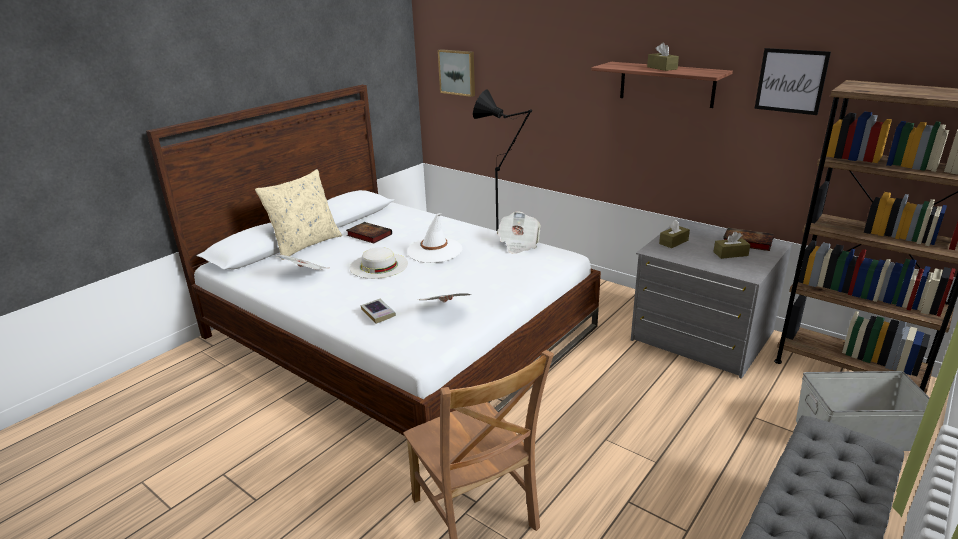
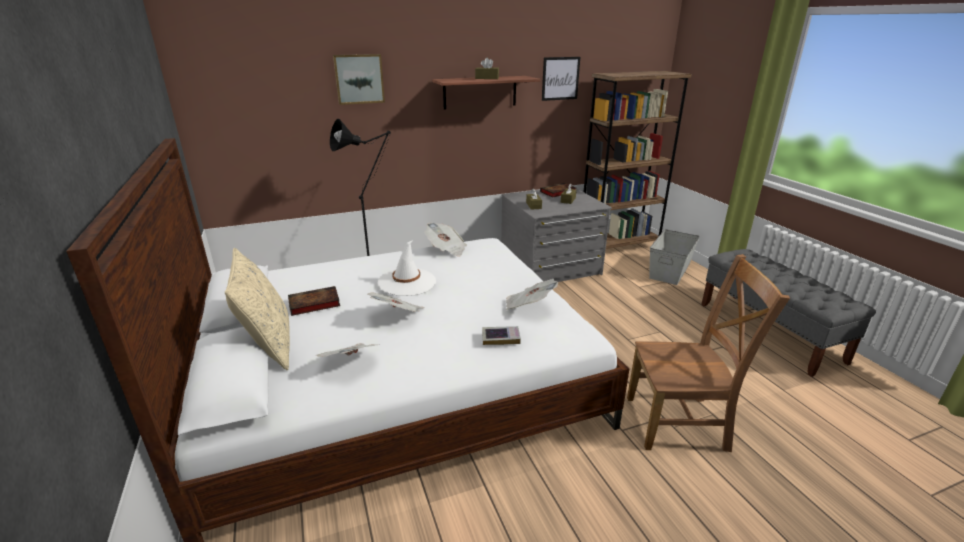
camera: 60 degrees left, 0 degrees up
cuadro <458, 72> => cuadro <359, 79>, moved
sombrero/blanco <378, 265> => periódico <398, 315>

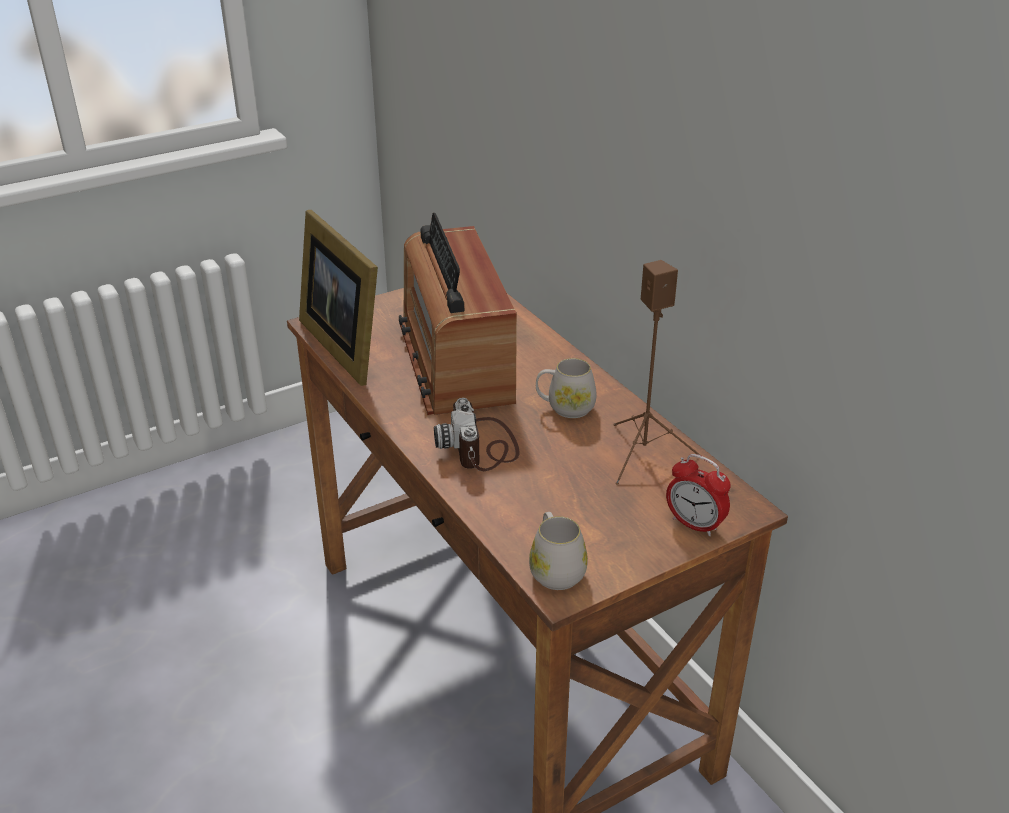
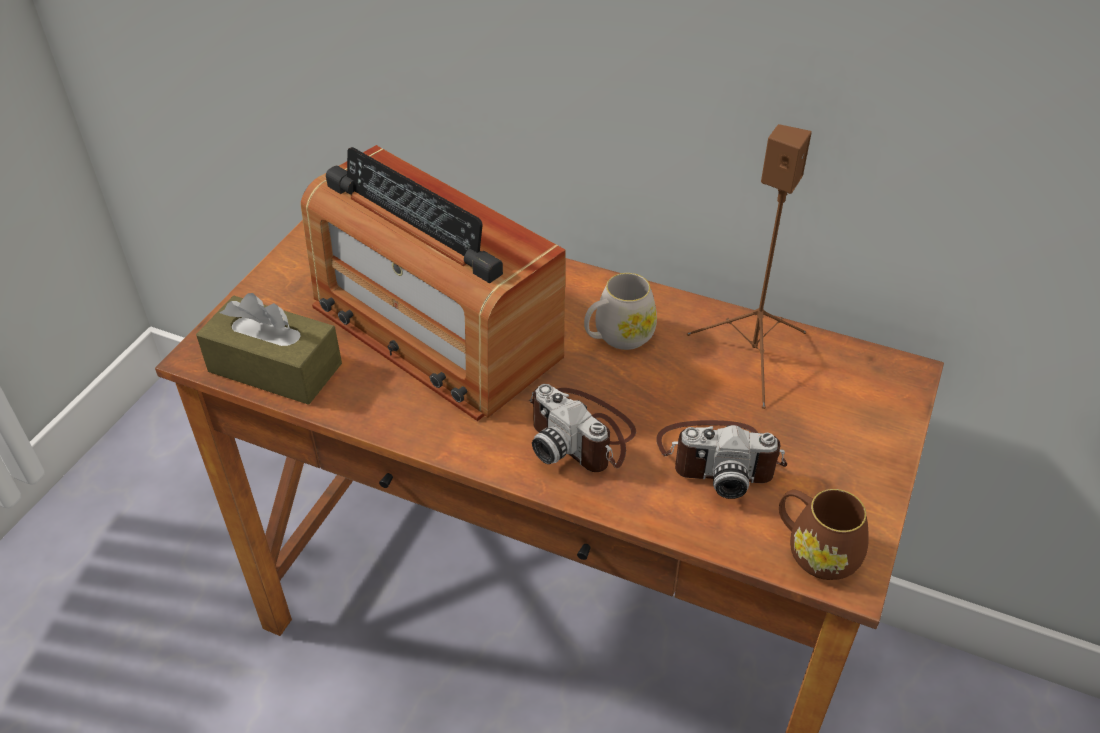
camera: 35 degrees left, 10 degrees up
despertador <694, 524> => nothing
nothing => cámara <719, 458>
portarretratos <346, 344> => caja de pañuelos/marrón <275, 367>
taza grande/blanco <555, 569> => taza grande/marrón <815, 551>

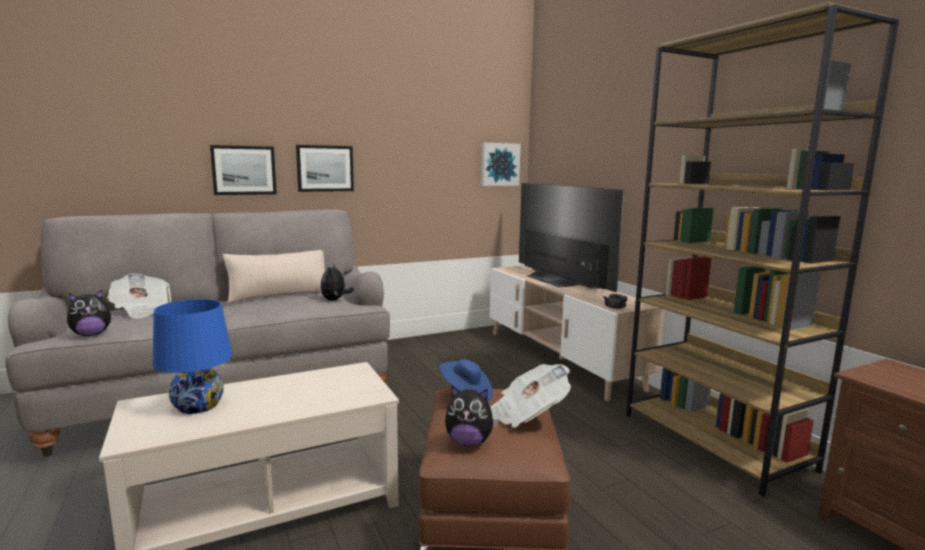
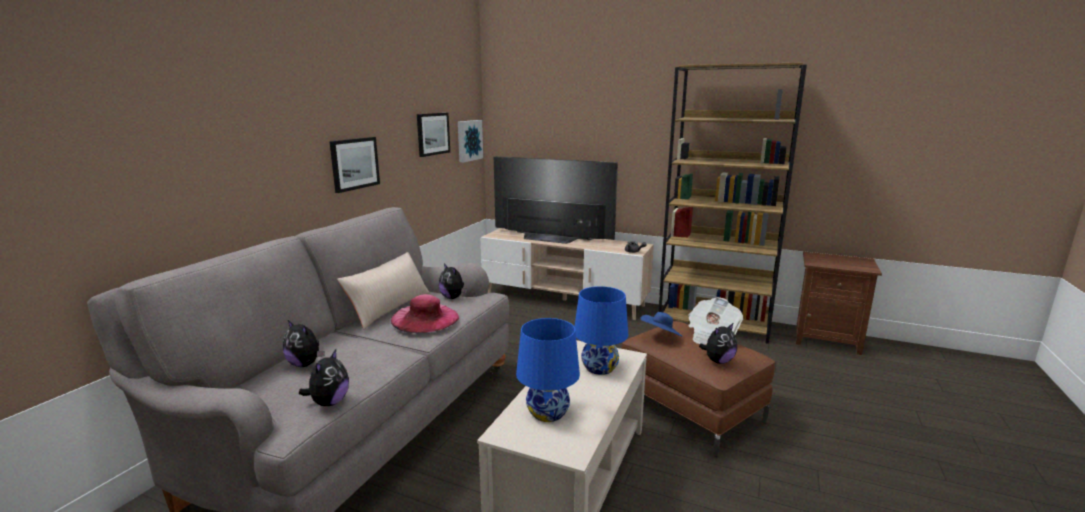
camera: 40 degrees left, 5 degrees up
nothing => sombrero/rosa <425, 318>
nothing => lámpara de mesa/azul <599, 368>
cuadro <244, 170> => cuadro <432, 134>, moved
periódico <142, 310> => peluche <305, 364>

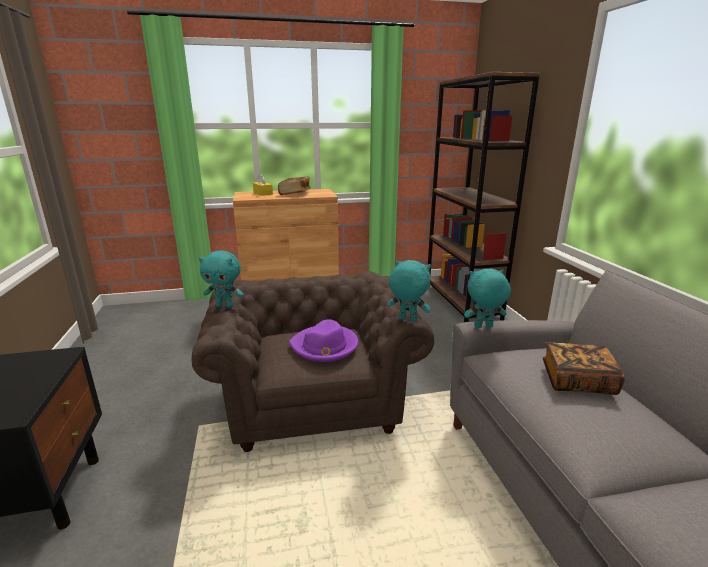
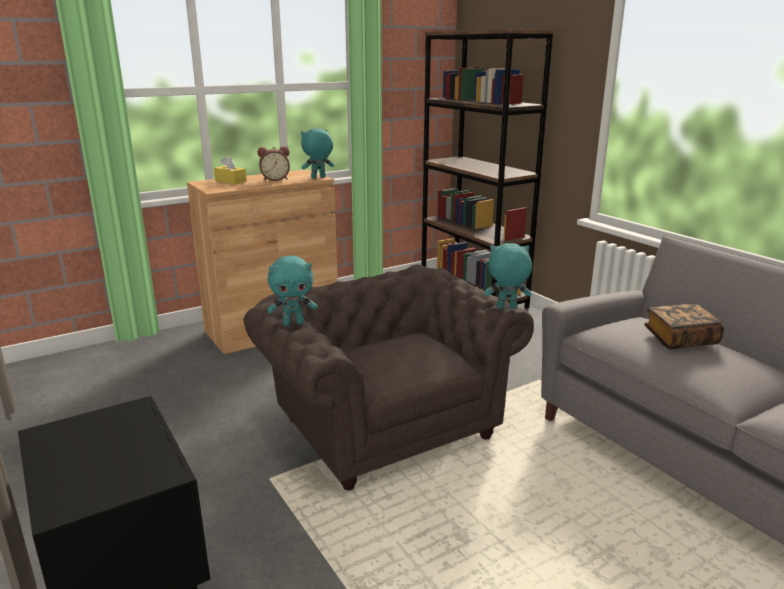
camera: 20 degrees left, 0 degrees up
sombrero/morado <325, 346> => nothing
peluche/turquesa <483, 327> => peluche/turquesa <318, 178>, moved
libro <295, 194> => despertador <275, 179>

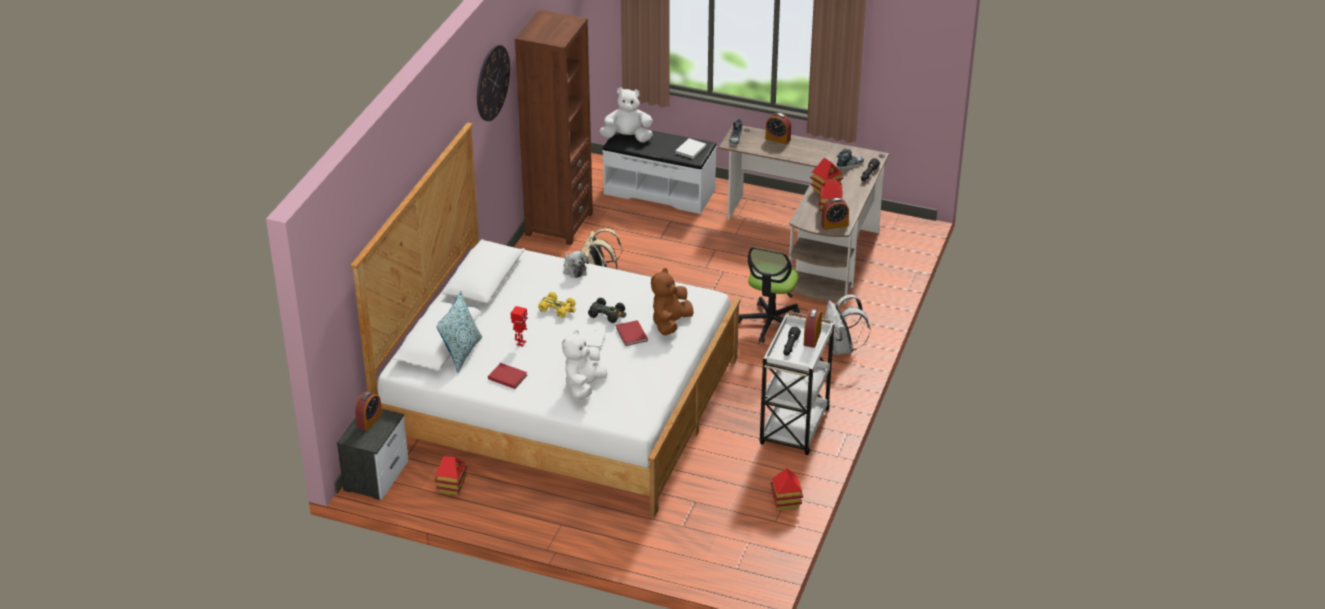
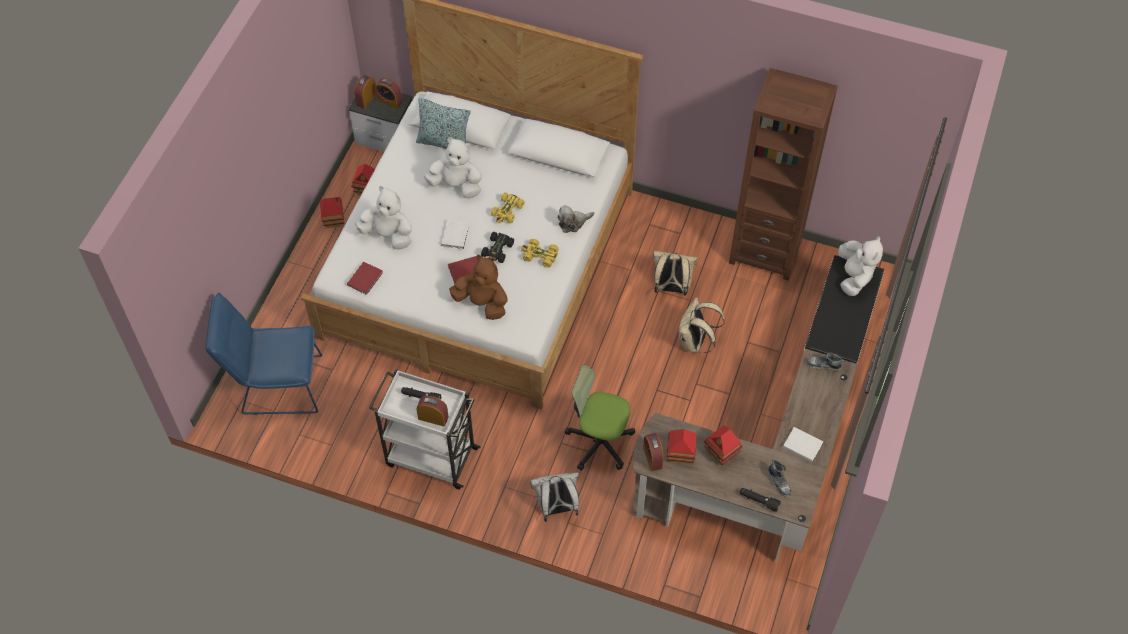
camera: 90 degrees right, 20 degrees up
reloj de pared <492, 82> => nothing
nothing => silla/azul <275, 385>
nothing => coche de juguete/amarillo <540, 255>
nothing => mochila/beis <695, 342>
libro/rojo <507, 376> => libro/rojo <366, 278>, moved
libro/blanco <690, 150> => libro/blanco <802, 444>, moved
despertador <778, 139> => despertador <366, 99>, moved
casita <786, 503> => casita <333, 220>, moved
robot de juguete <520, 343> => peluche/blanco <456, 185>

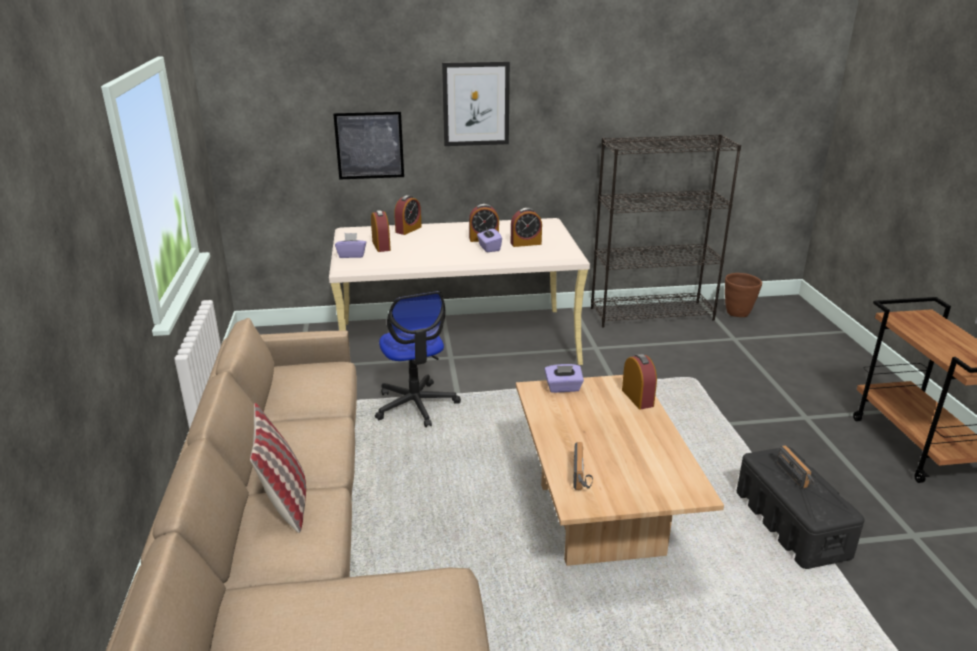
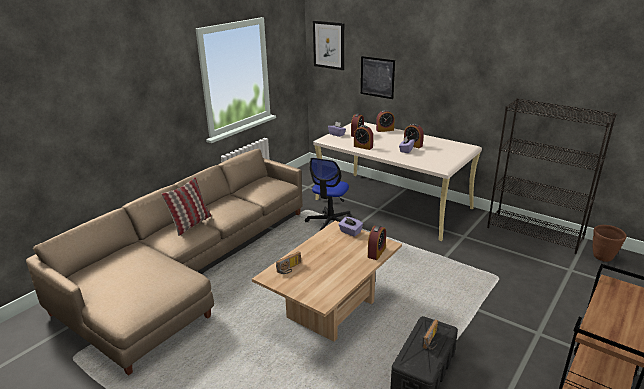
camera: 45 degrees right, 0 degrees up
cuadro <476, 104> => cuadro <329, 45>, moved
despertador <525, 243> => despertador <363, 147>, moved

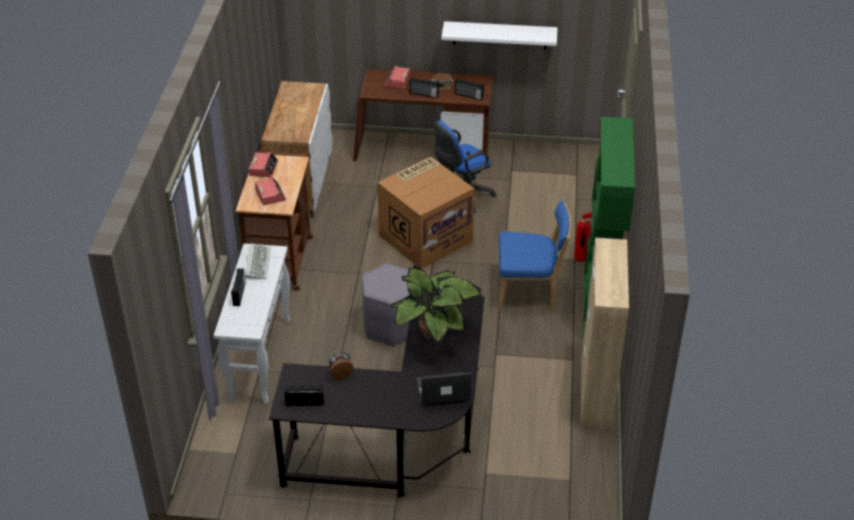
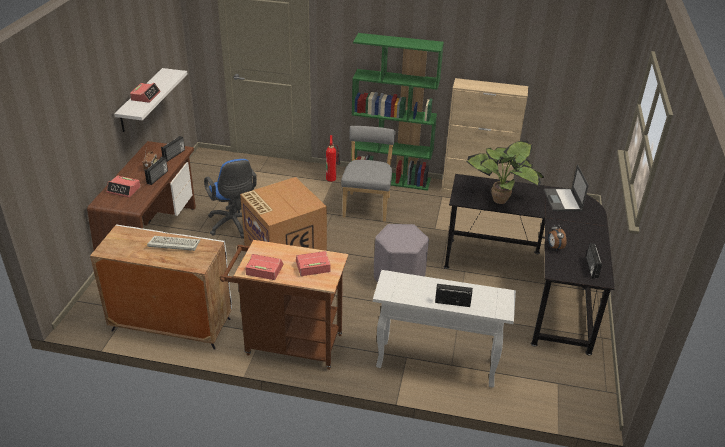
camera: 85 degrees left, 5 degrees down
nothing => despertador <145, 96>
teclado <257, 262> => teclado <172, 245>, moved
silla/azul <530, 293> => silla/gris <367, 205>

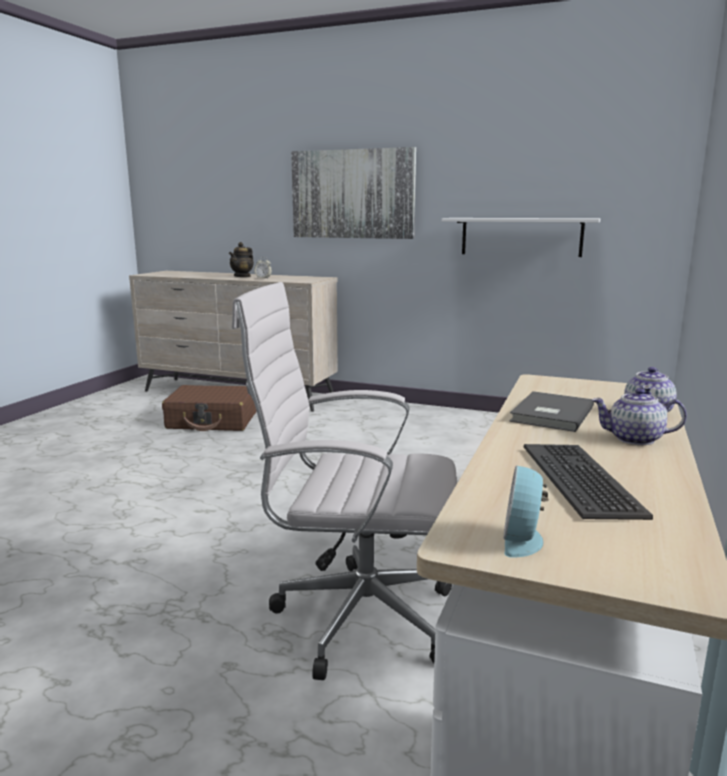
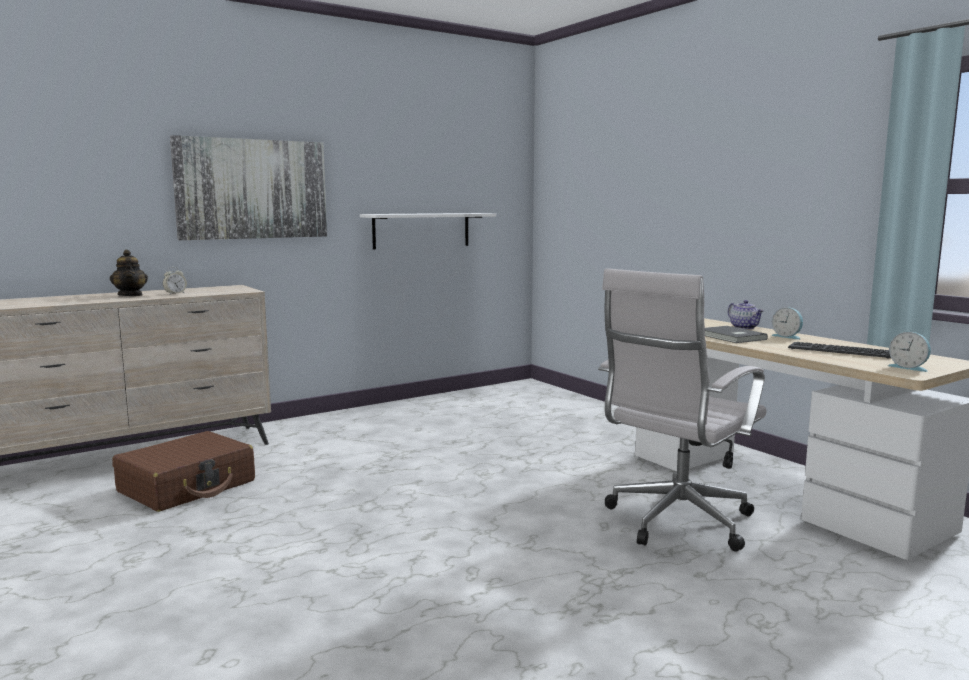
camera: 55 degrees left, 5 degrees down
tetera <634, 439> => despertador <787, 336>

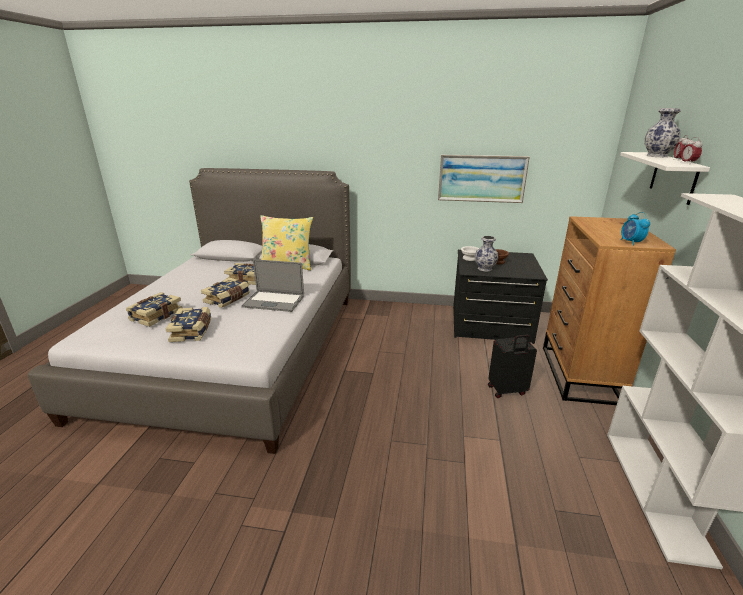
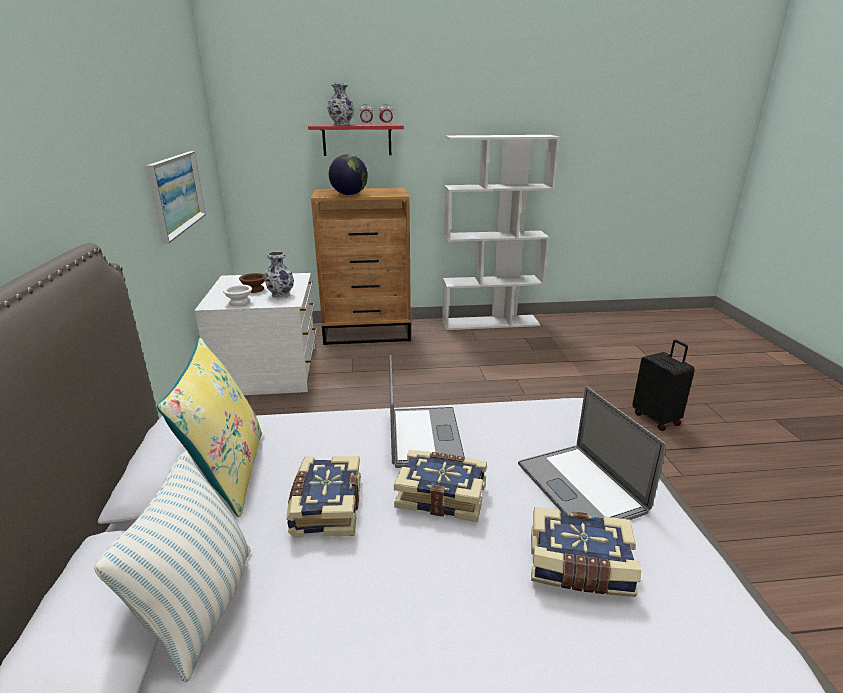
camera: 105 degrees left, 0 degrees up
despertador <631, 242> => nothing
nothing => cojín <201, 607>
nothing => globo terráqueo <349, 194>
maleta/negro <507, 391> => maleta/negro <656, 418>, moved
libro <192, 331> => portátil <580, 487>
cómoda/negro <490, 324> => cómoda/blanco <270, 370>
estante/blanco <673, 177> => estante/rojo <357, 140>

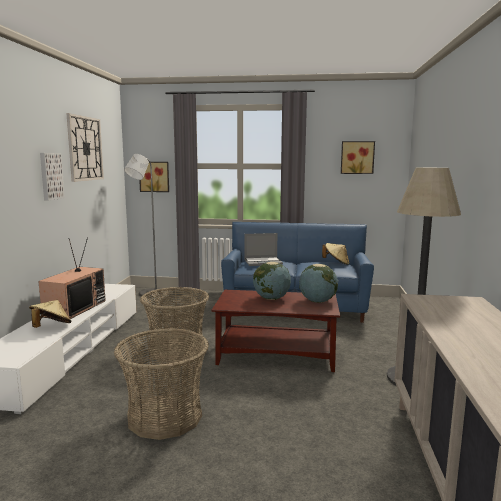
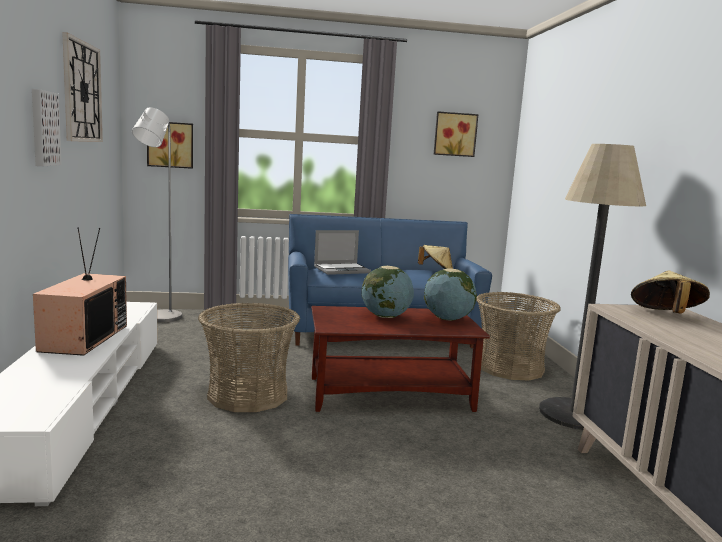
camera: 15 degrees left, 0 degrees up
sombrero/beis <51, 327> => sombrero/beis <665, 316>, moved
cesta <165, 416> => cesta <510, 367>, moved

